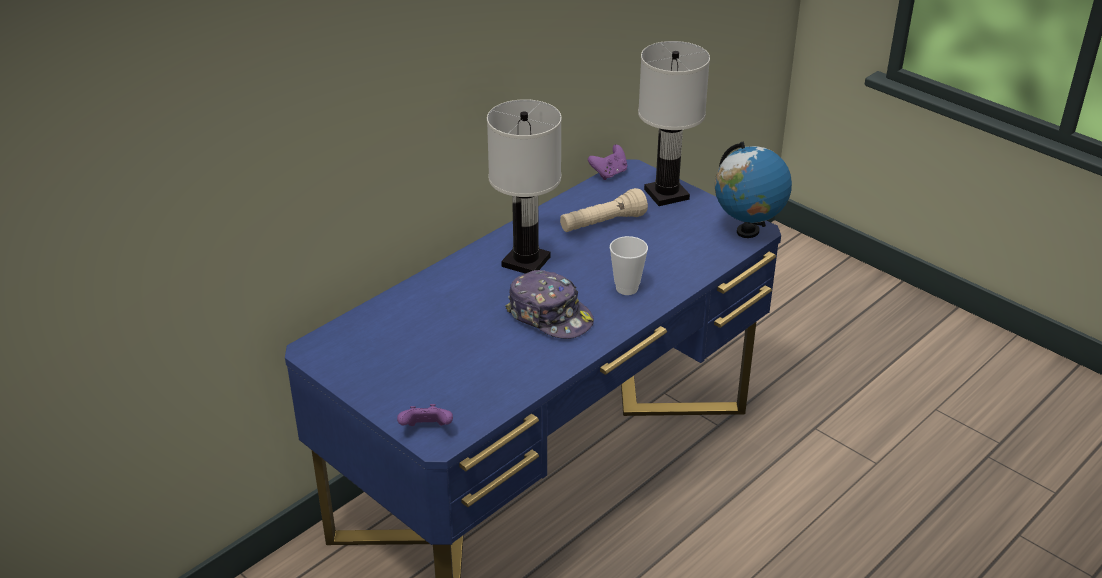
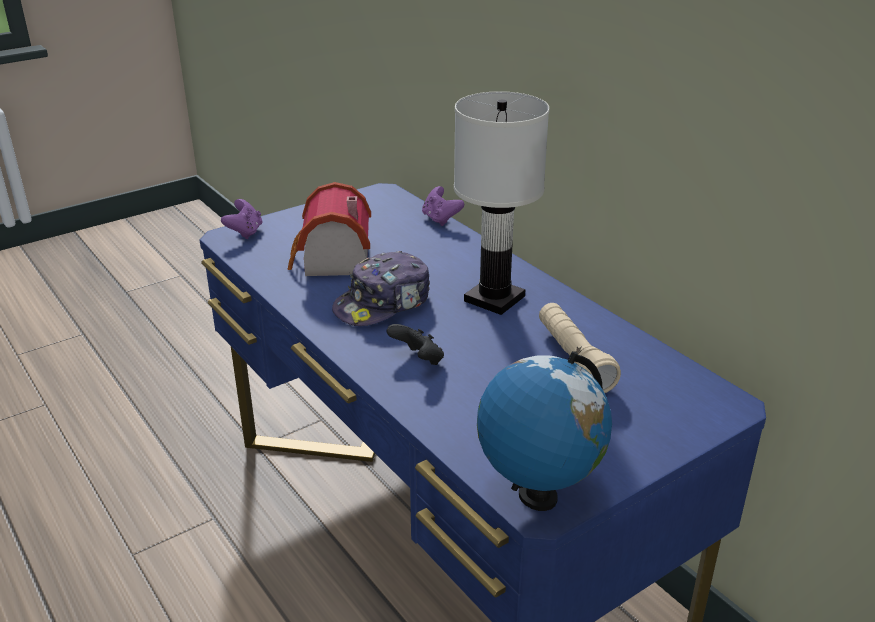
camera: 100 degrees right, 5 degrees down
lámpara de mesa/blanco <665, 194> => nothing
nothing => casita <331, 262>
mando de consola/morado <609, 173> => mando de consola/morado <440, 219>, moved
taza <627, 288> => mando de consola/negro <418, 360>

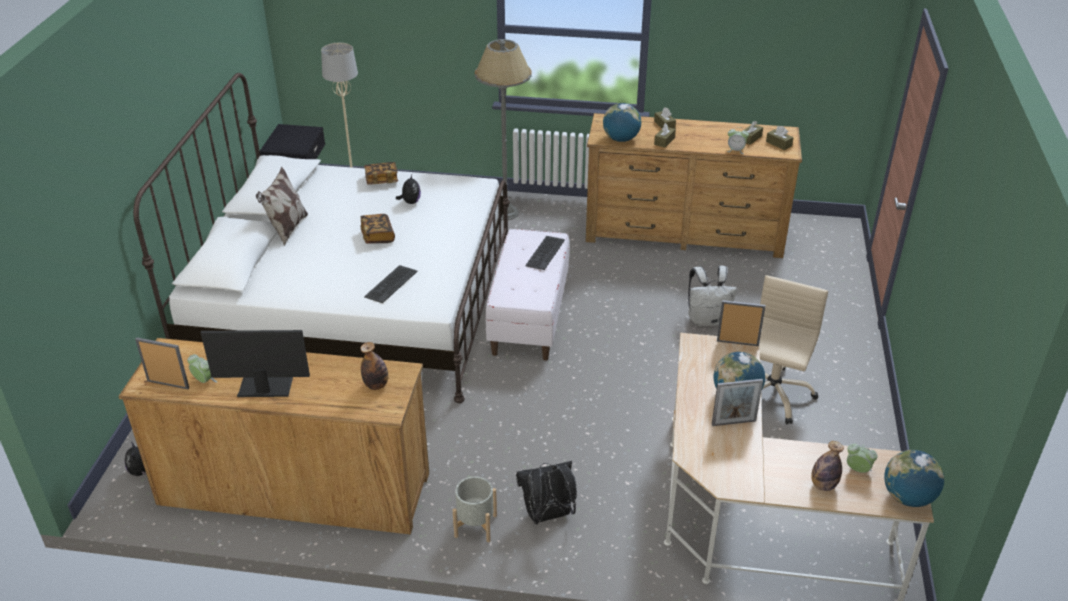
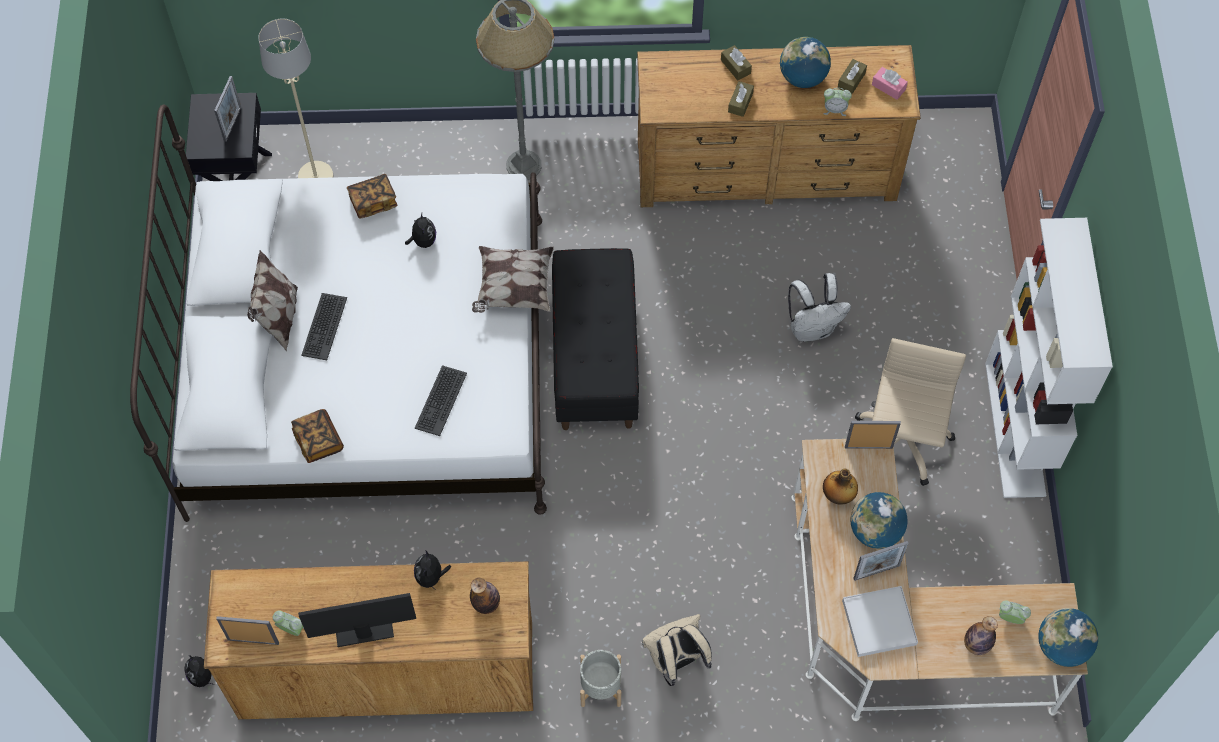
camera: 10 degrees left, 25 degrees up
nothing => portarretratos <232, 124>
nothing => peluche <431, 577>
nothing => cojín <513, 288>
nothing => botella <838, 495>
nothing => bandeja/blanco <879, 622>
nothing => estantería/blanco <1016, 429>
libro <377, 236> => libro <318, 441>, moved
teclado <544, 253> => teclado <323, 326>, moved
globo terráqueo <621, 139> => globo terráqueo <802, 77>, moved
banco/blanco <528, 317> => banco/negro <594, 358>
mochila/negro <547, 516> => mochila/beis <676, 661>
caja de pañuelos/marrón <778, 144> => caja de pañuelos/rosa <888, 87>

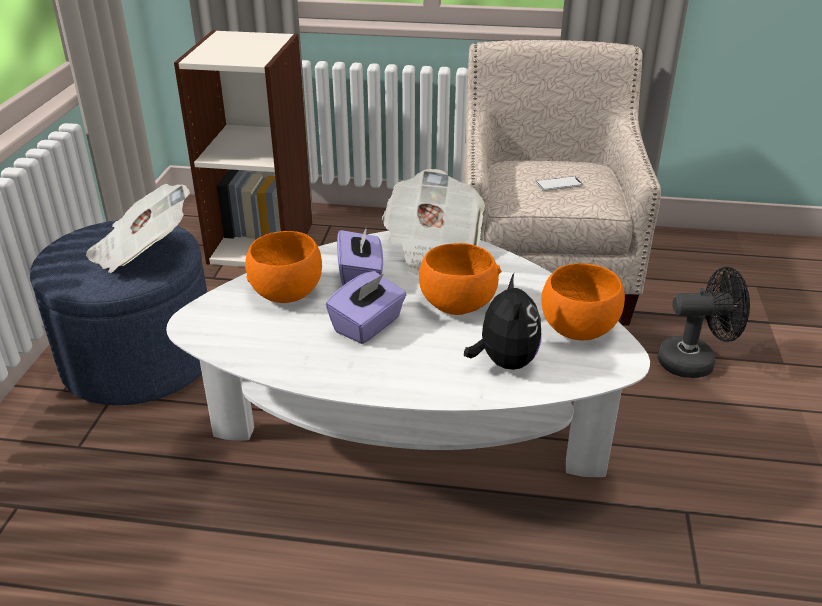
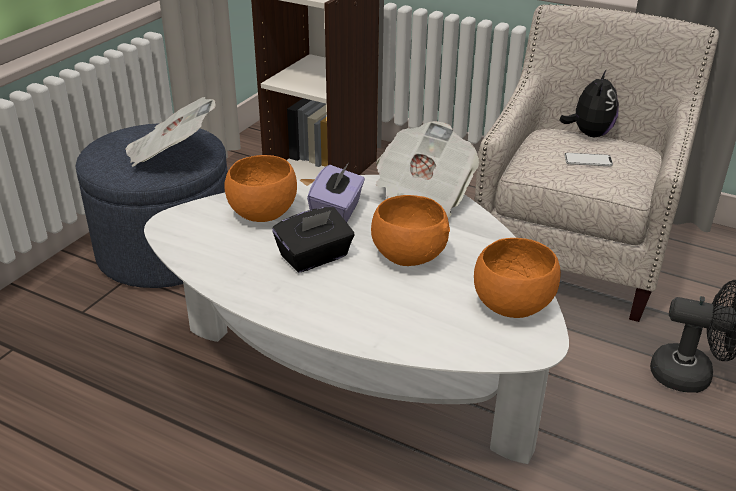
camera: 20 degrees right, 0 degrees up
peluche <504, 362> => peluche <589, 134>, moved
caja de pañuelos/morado <368, 325> => caja de pañuelos/negro <315, 257>

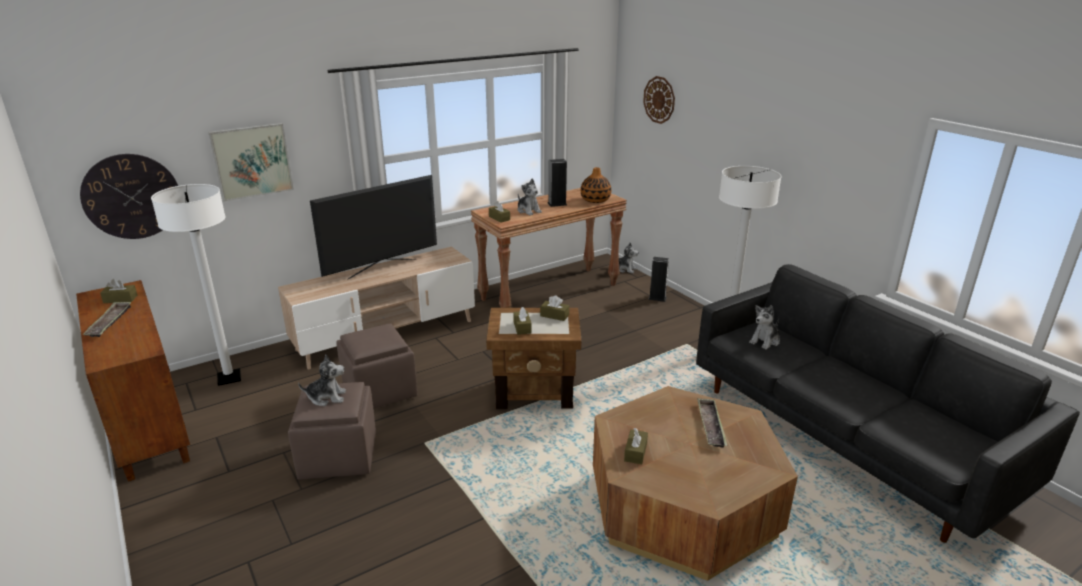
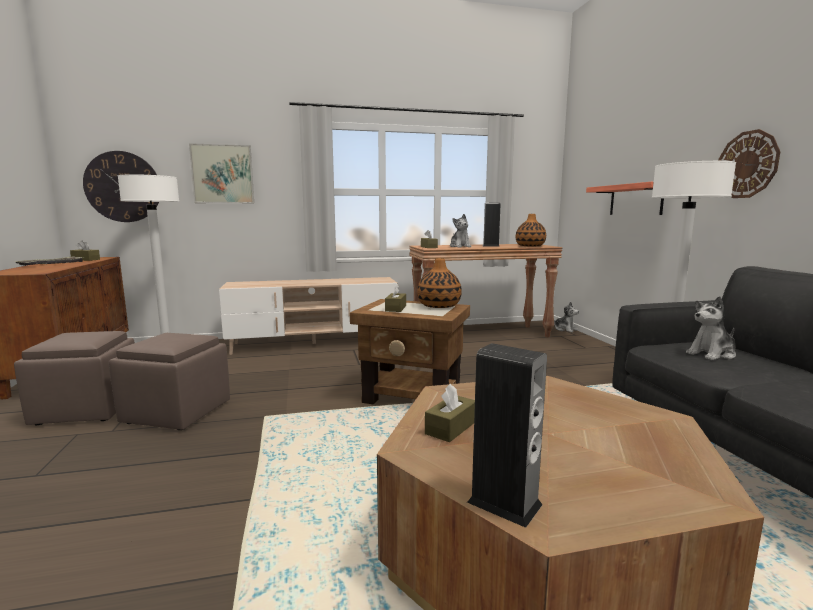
camera: 20 degrees right, 15 degrees down
peluche <327, 397> => nothing
televisor <382, 268> => nothing
bandeja <710, 426> => nothing
nothing => estante <635, 200>
puf/marrón <380, 390> => puf/marrón <89, 409>, moved
reloj de pared <659, 100> => reloj de pared <747, 164>, moved
altavoz <657, 298> => altavoz <504, 503>, moved
caja de pañuelos/marrón <554, 315> => florero <438, 306>

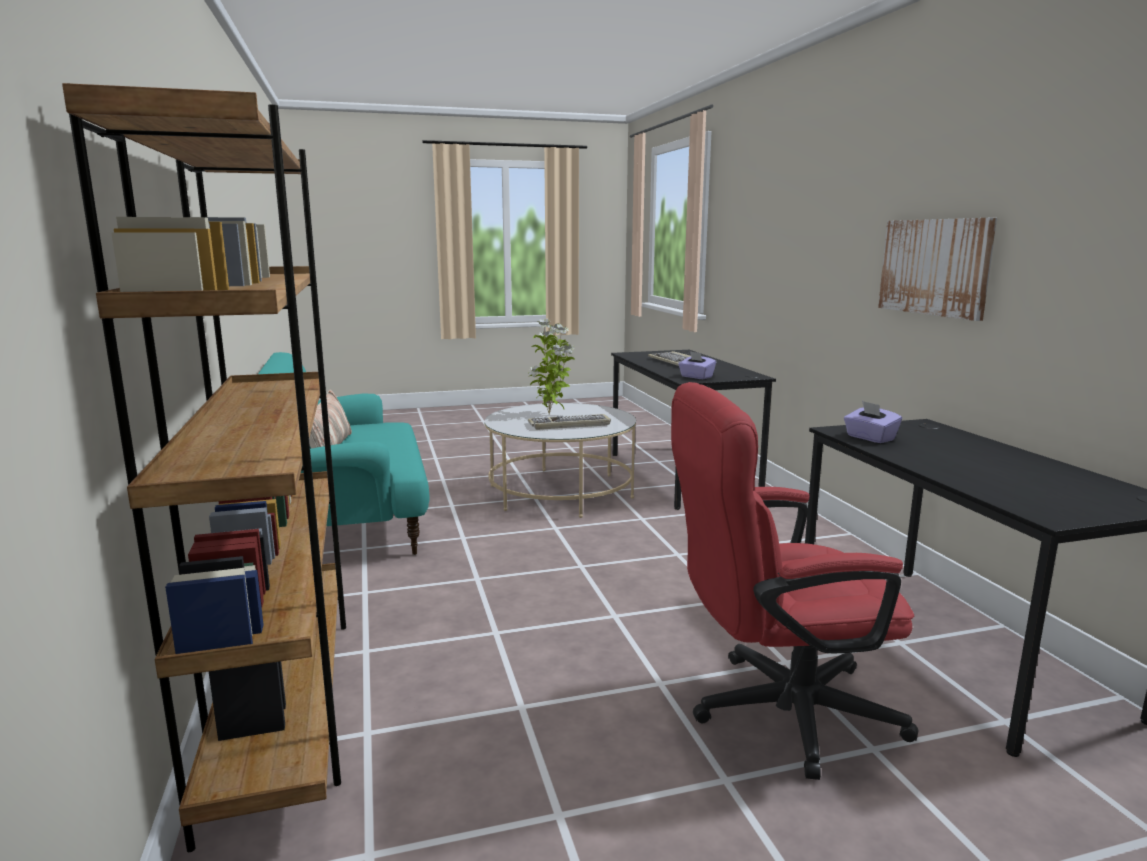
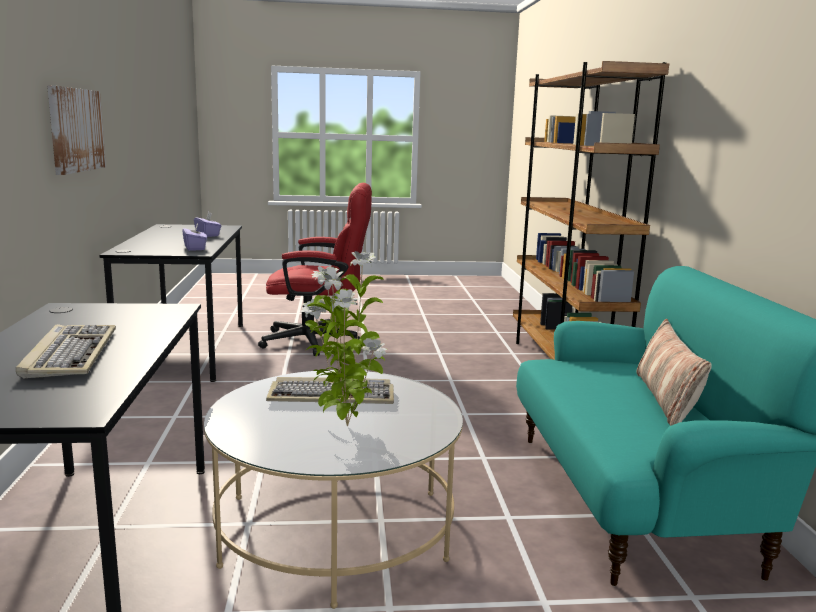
camera: 170 degrees left, 0 degrees up
caja de pañuelos/morado <696, 377> => caja de pañuelos/morado <208, 235>, moved

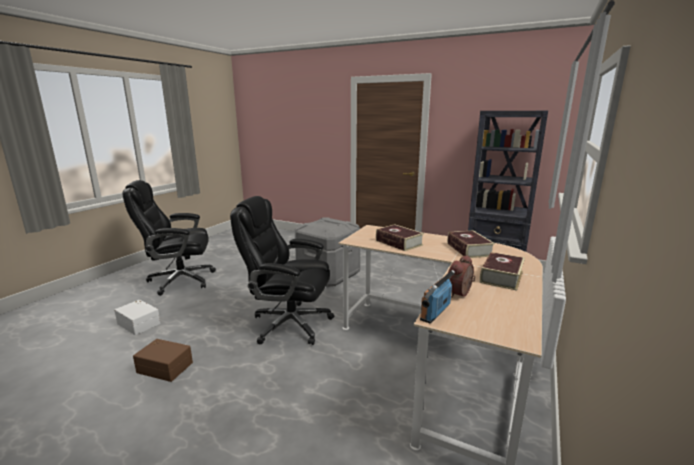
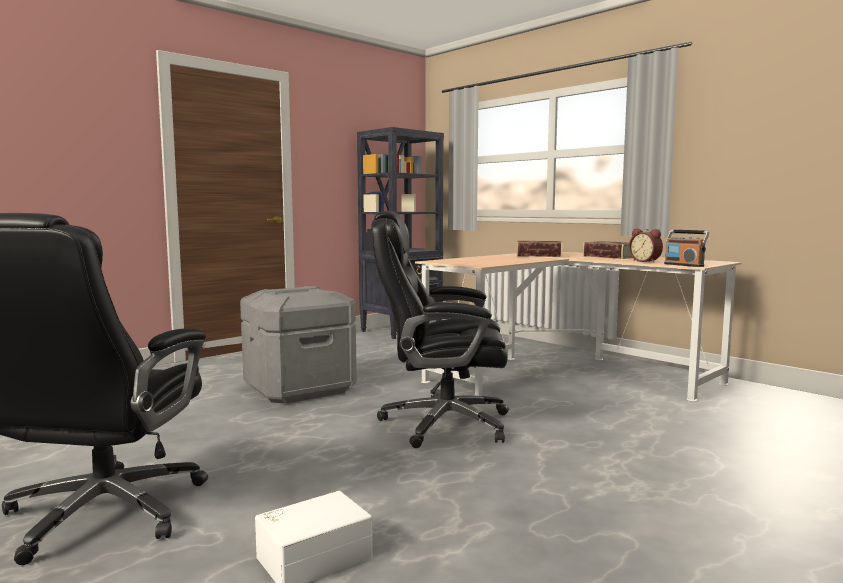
camera: 70 degrees left, 10 degrees down
caja de almacenaje/marrón <165, 366> => nothing
libro <399, 243> => nothing
silla de oficina/negro <289, 324> => silla de oficina/negro <442, 423>, 60 degrees clockwise

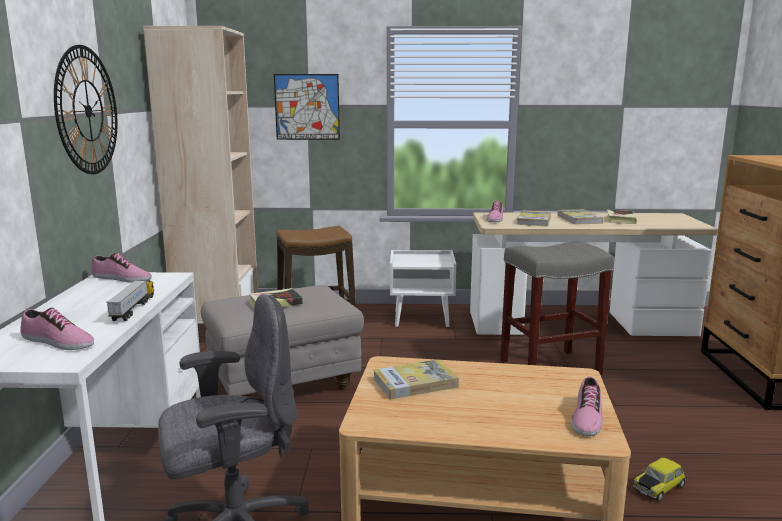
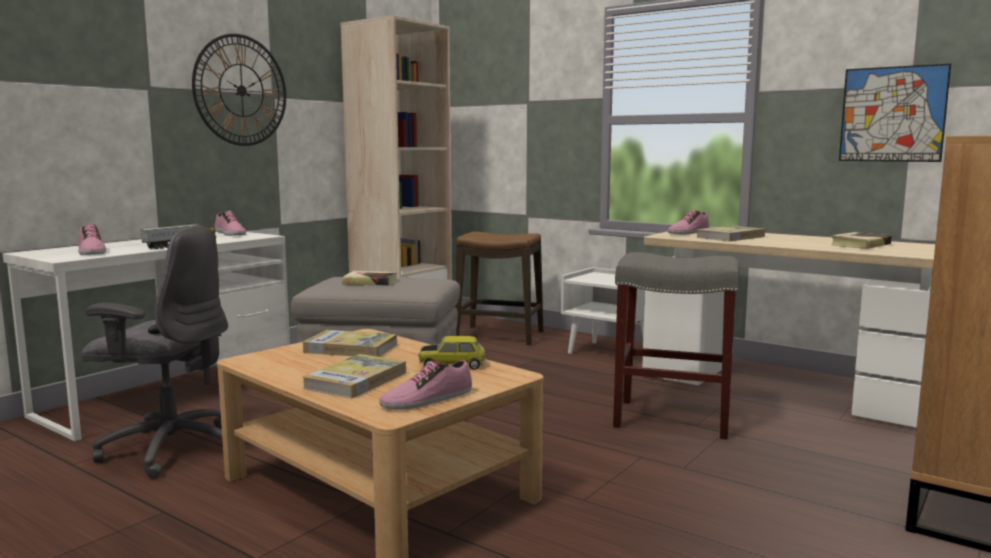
camera: 35 degrees right, 5 degrees down
cuadro <307, 107> => cuadro <892, 114>, moved
libro <579, 219> => libro <356, 380>, moved
coche de juguete <658, 487> => coche de juguete <452, 365>, moved

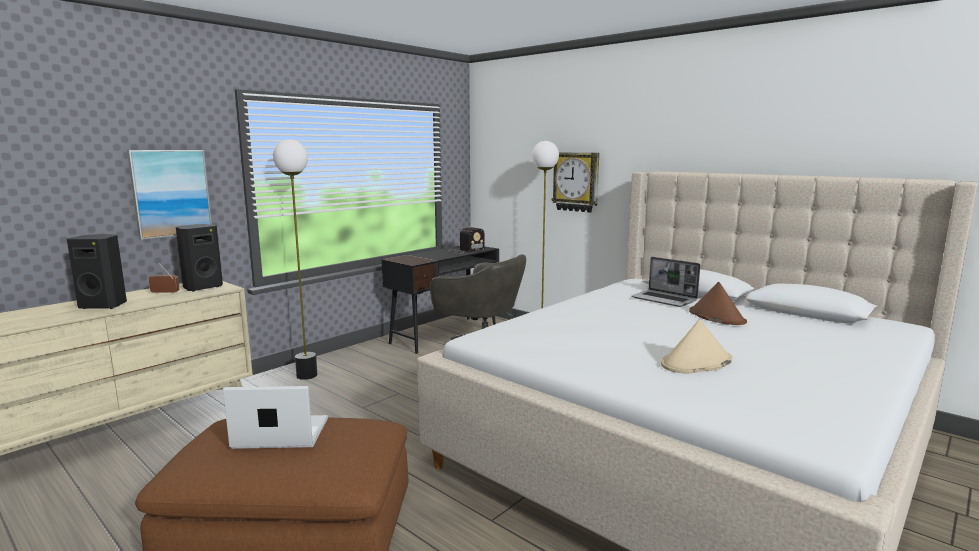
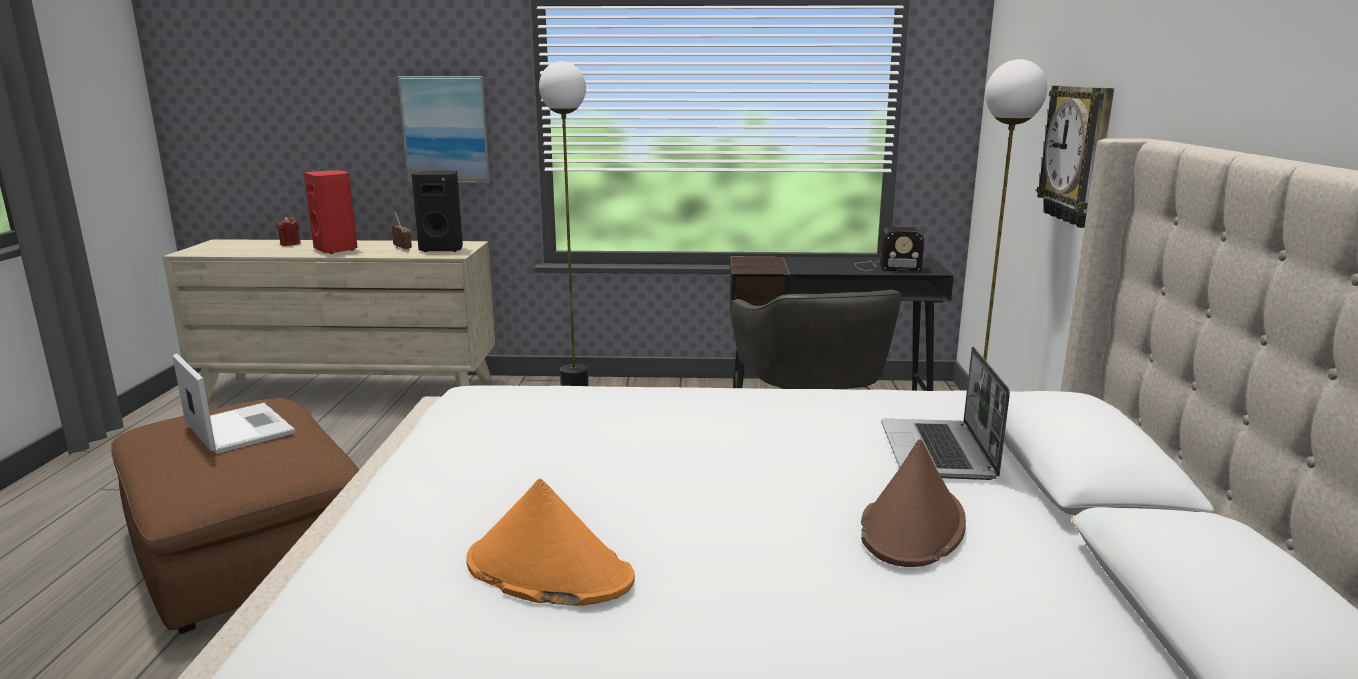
camera: 50 degrees right, 5 degrees up
nothing => vela/rojo <290, 244>
altavoz/negro <104, 305> => altavoz/rojo <337, 250>
sombrero/beis <696, 363> => sombrero/naranja <548, 571>

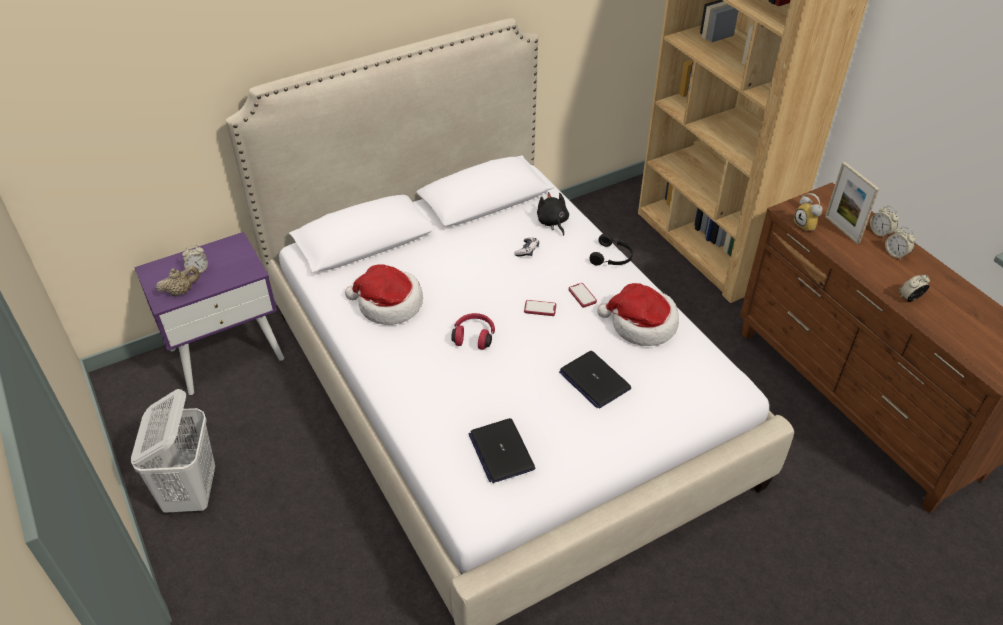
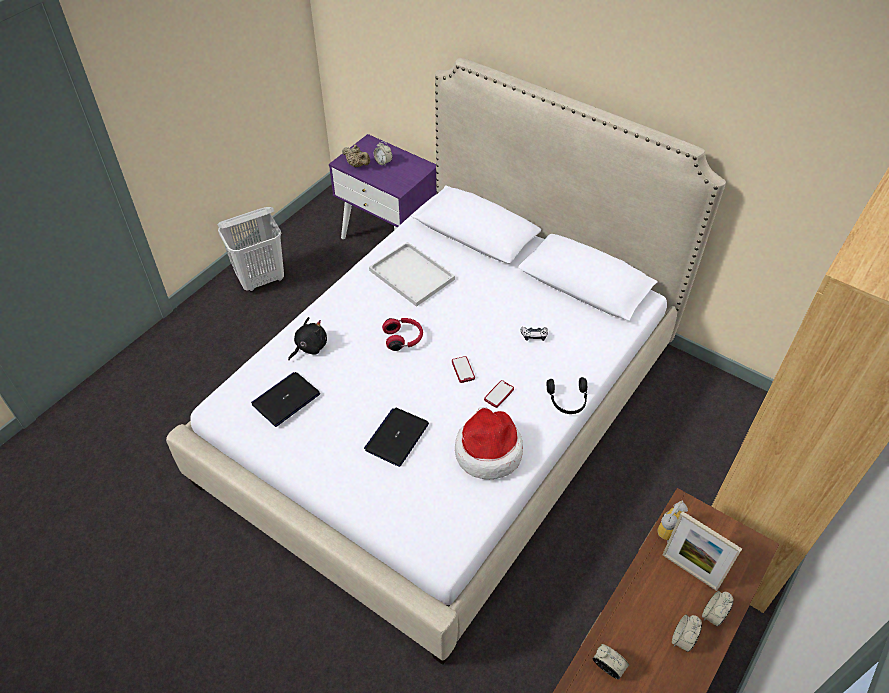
camera: 65 degrees right, 5 degrees up
peluche/negro <552, 222> => peluche/negro <309, 347>, moved
sombrero <388, 304> => bandeja/blanco <410, 274>
portarretratos <842, 229> => portarretratos <690, 571>, 90 degrees counterclockwise

